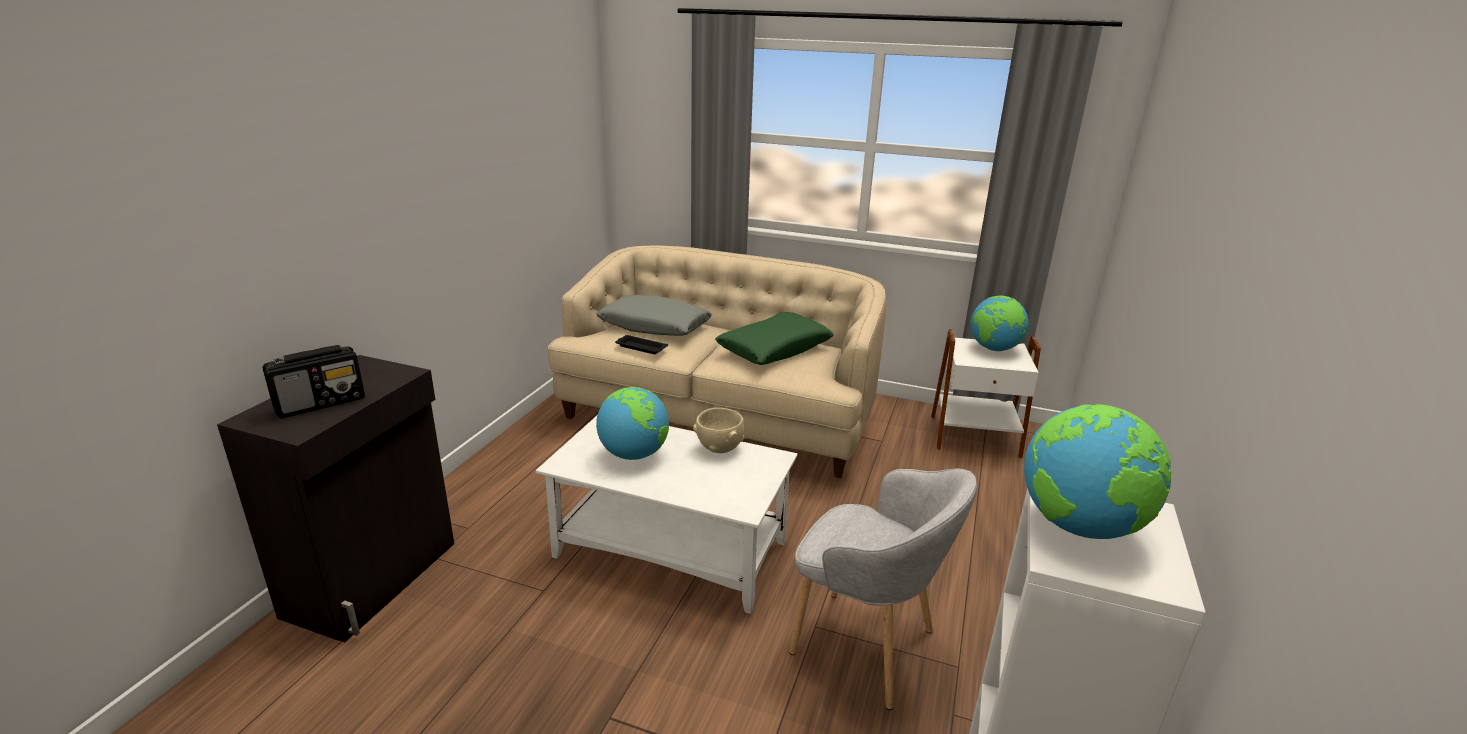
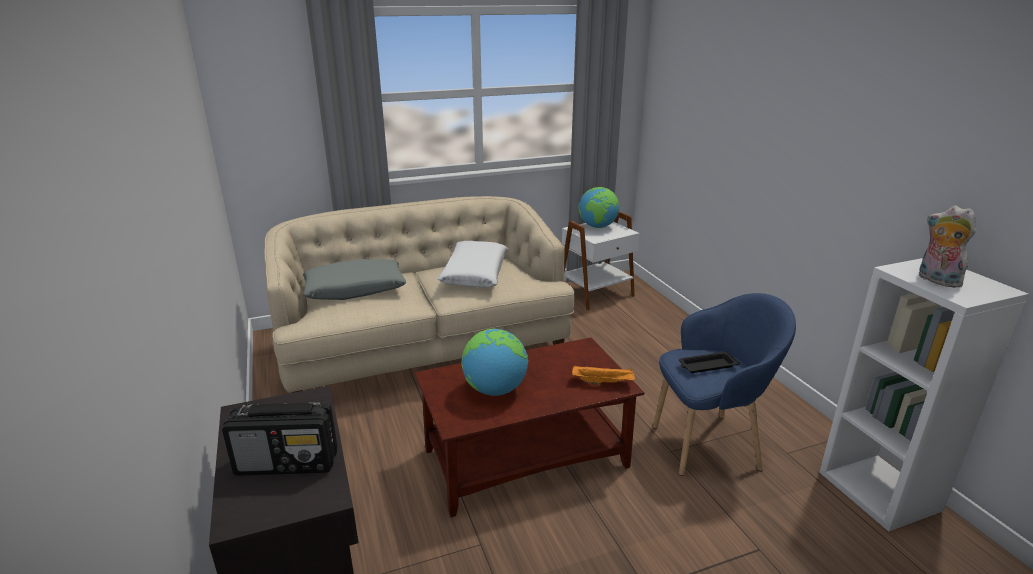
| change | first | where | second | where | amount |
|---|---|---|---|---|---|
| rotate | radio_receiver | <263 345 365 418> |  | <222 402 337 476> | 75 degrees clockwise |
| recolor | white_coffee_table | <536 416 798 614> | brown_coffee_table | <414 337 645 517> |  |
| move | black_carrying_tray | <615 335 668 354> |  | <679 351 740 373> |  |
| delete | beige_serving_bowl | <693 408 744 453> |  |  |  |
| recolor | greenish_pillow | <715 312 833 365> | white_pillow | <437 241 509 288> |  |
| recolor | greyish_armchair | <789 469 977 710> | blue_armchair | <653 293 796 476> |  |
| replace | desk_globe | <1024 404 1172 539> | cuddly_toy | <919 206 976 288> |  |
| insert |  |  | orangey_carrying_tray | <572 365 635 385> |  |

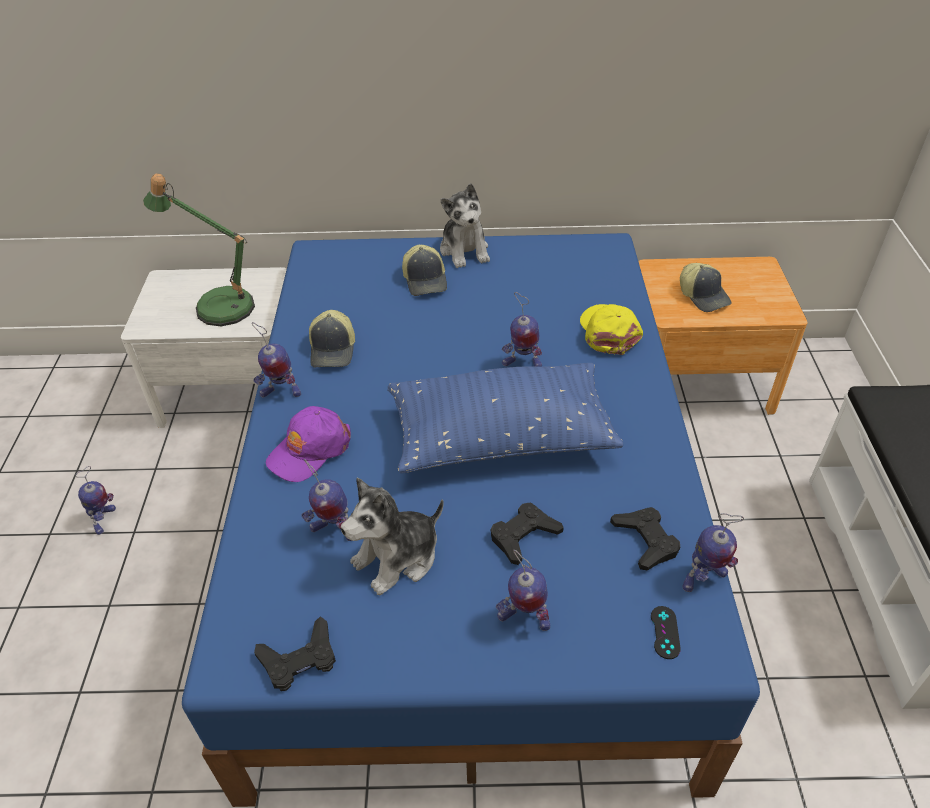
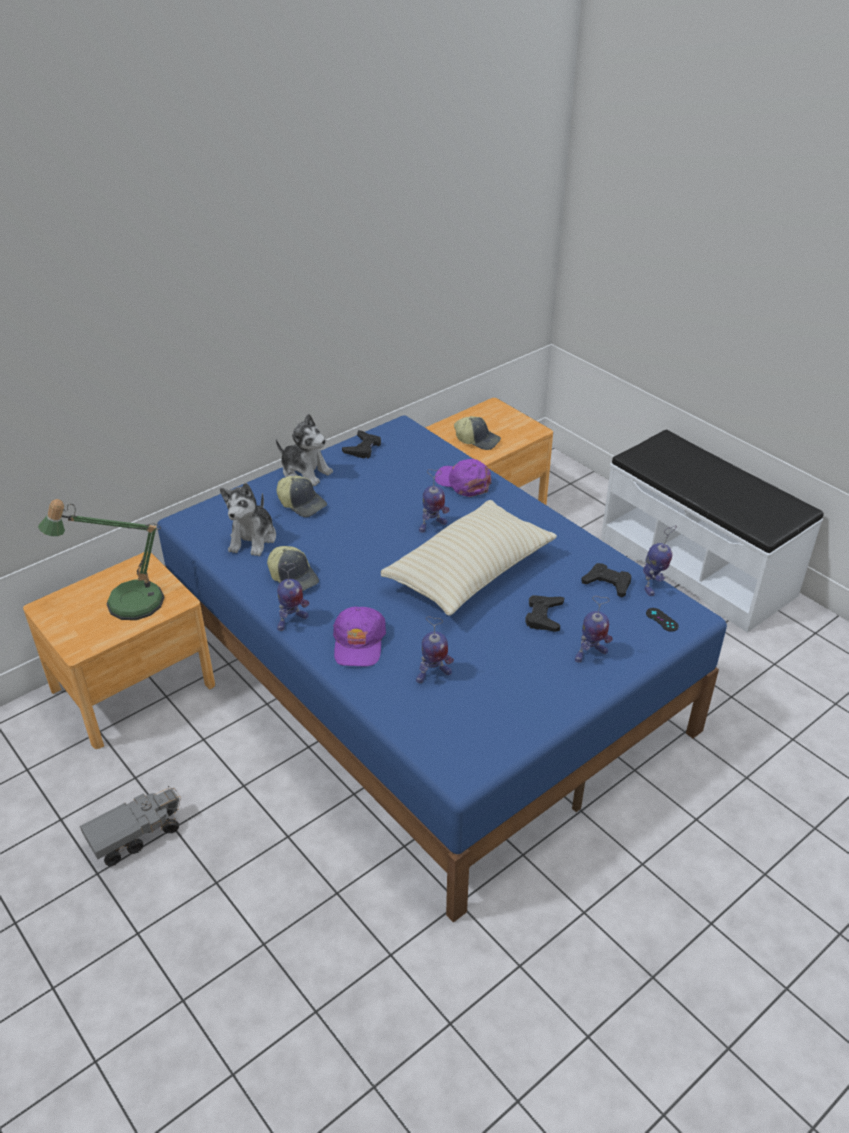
| change | first | where | second | where | amount |
|---|---|---|---|---|---|
| replace | toy_robot | <76 466 116 535> | toy_truck | <80 786 181 867> |  |
| recolor | white_nightstand | <121 267 287 428> | brown_nightstand | <23 551 215 749> |  |
| move | black_gamepad | <254 616 336 691> |  | <342 430 381 459> |  |
| move | cuddly_toy | <341 478 444 596> |  | <220 483 276 556> |  |
| recolor | blue_pillow | <387 363 623 473> | beige_pillow | <381 500 557 616> |  |
| recolor | yellow-coloured_peaked_cap | <580 304 643 355> | purplish_peaked_cap | <435 459 491 497> |  |

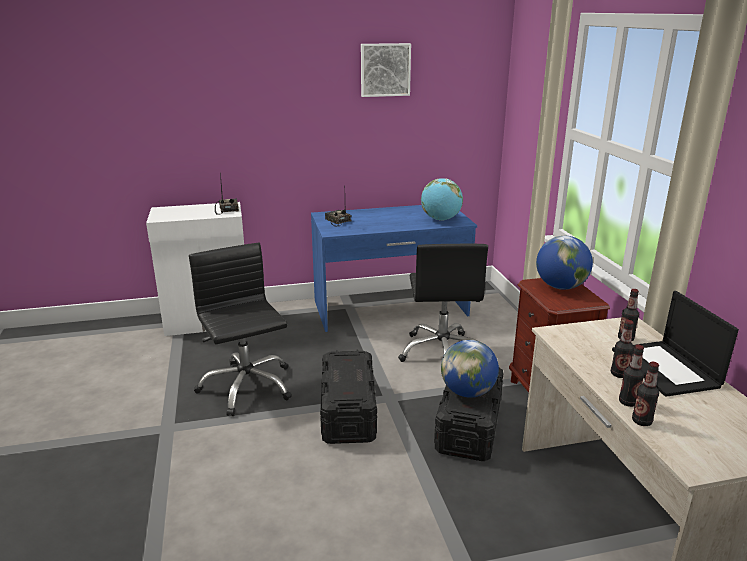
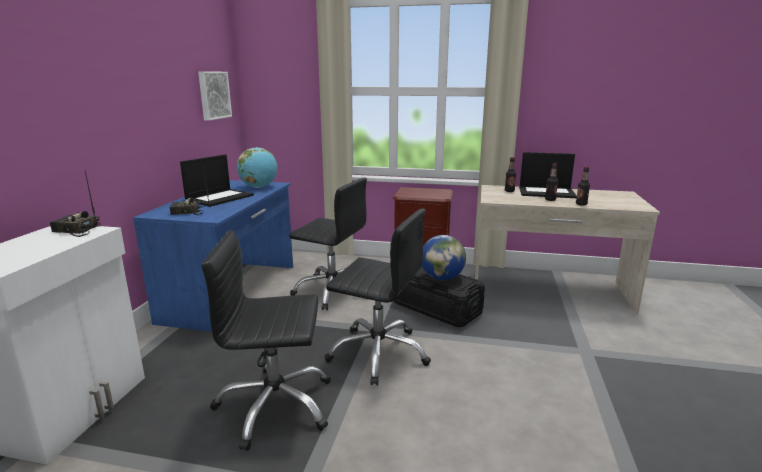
| change | first | where | second | where | amount |
|---|---|---|---|---|---|
| replace | black_storage_container | <320 350 377 444> | black_desk_chair | <324 209 431 386> |  |
| move | wall_picture | <361 43 411 97> |  | <198 71 232 121> |  |
| delete | desk_globe | <536 236 593 290> |  |  |  |
| delete | drink_bottle | <632 362 659 426> |  |  |  |
| insert |  |  | laptop | <180 155 254 207> |  |

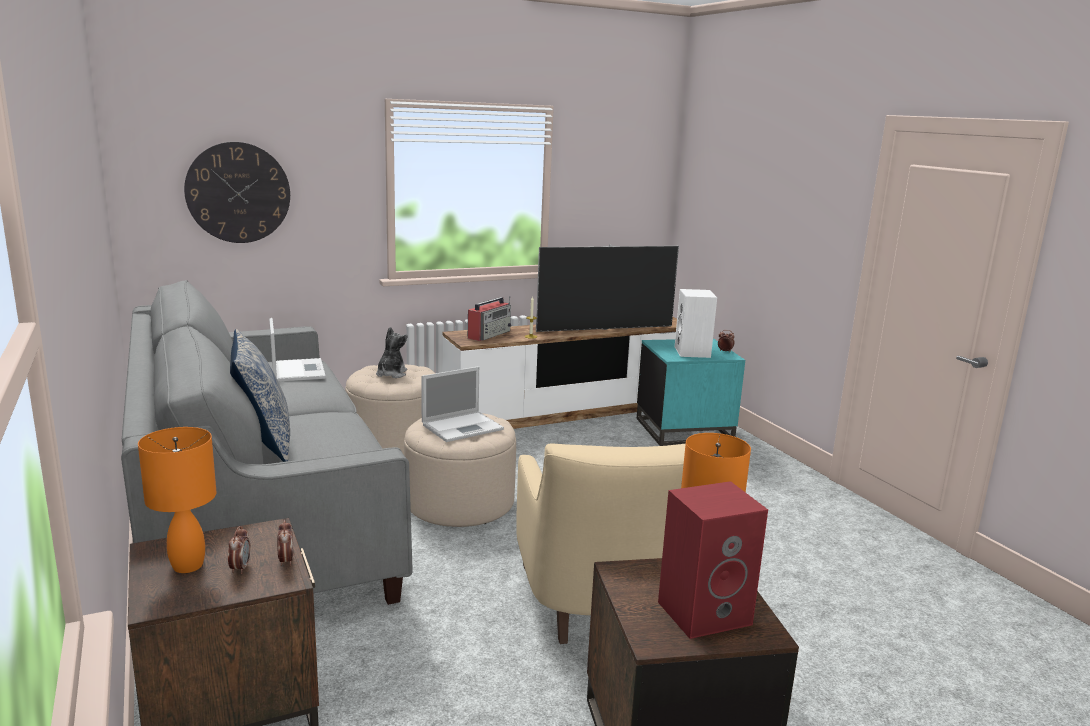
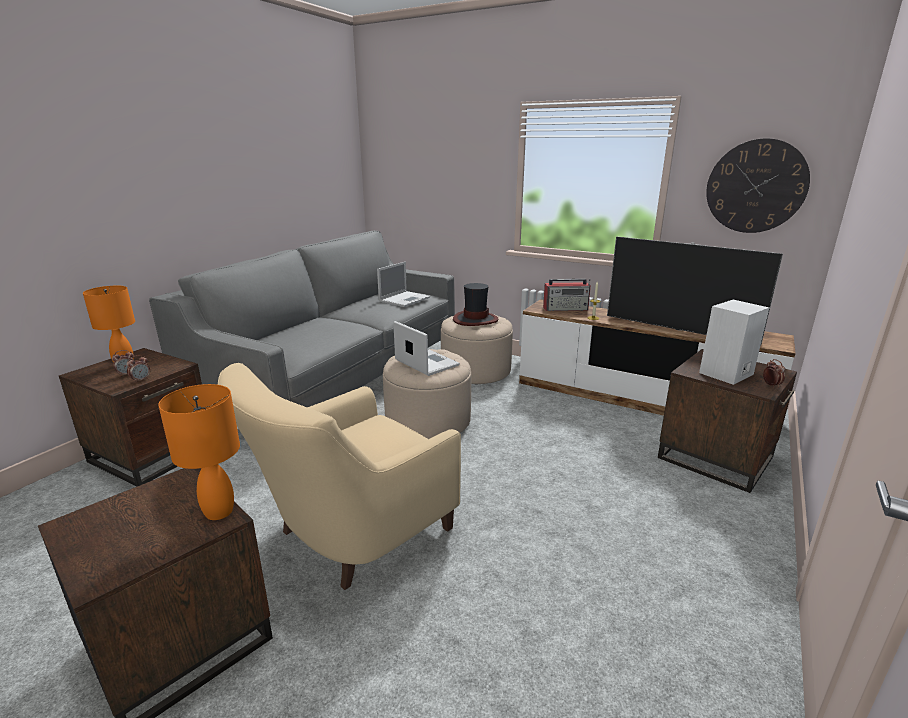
| change | first | where | second | where | amount |
|---|---|---|---|---|---|
| move | clock_on_the_wall | <184 142 290 243> |  | <706 138 810 233> |  |
| delete | pillow | <230 329 290 462> |  |  |  |
| replace | cuddly_toy | <376 327 408 378> | wearable_hat | <453 283 499 326> |  |
| rotate | laptop | <421 366 504 442> |  | <393 321 460 376> | 150 degrees counterclockwise |
| recolor | blue-green_accent_table | <637 339 745 446> | brown_accent_table | <658 349 797 493> |  |
| delete | red-coloured_speaker | <658 481 768 639> |  |  |  |

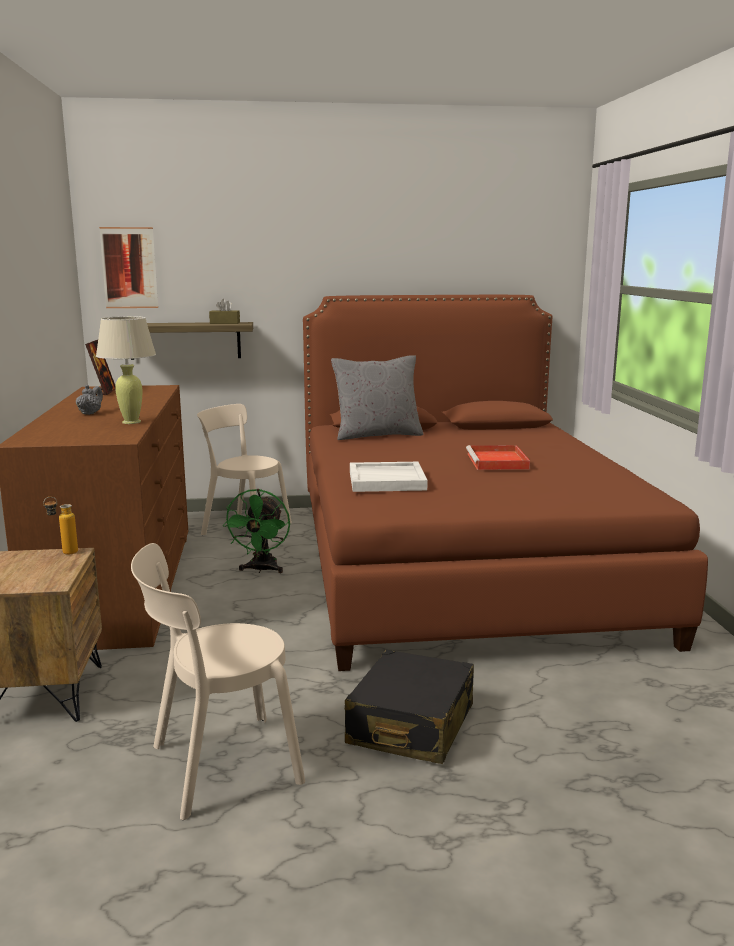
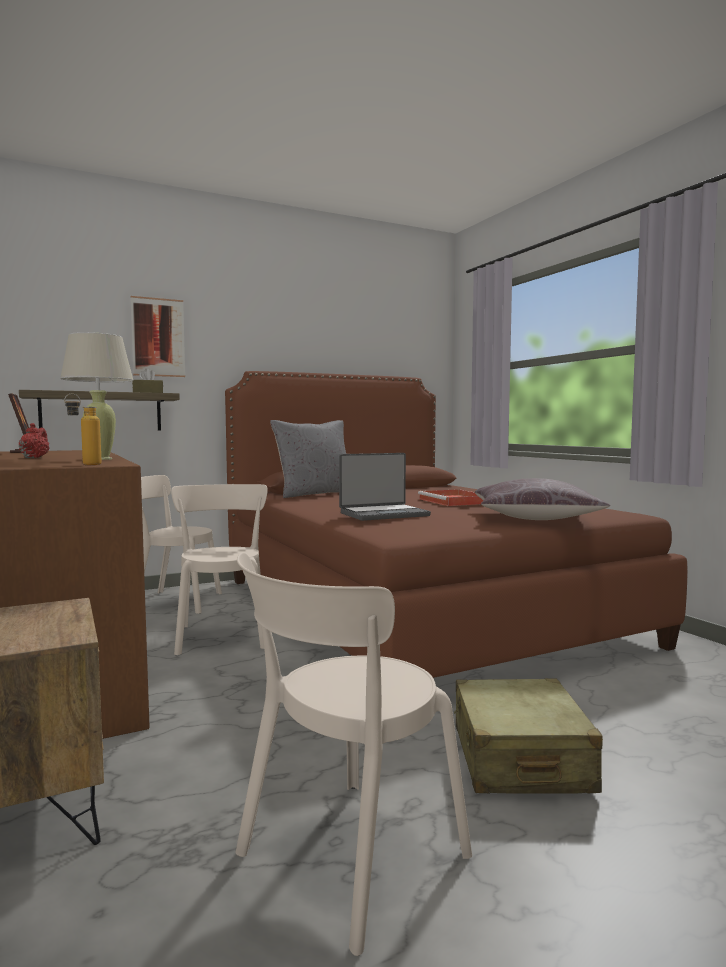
| change | first | where | second | where | amount |
|---|---|---|---|---|---|
| move | drink_bottle | <43 497 78 555> |  | <64 393 102 465> |  |
| recolor | greyish_teapot | <76 385 103 415> | red-coloured_teapot | <19 423 50 458> |  |
| move | wall_picture | <99 227 158 308> |  | <131 296 185 377> |  |
| replace | greenish_cooling_fan | <223 489 290 573> | beige_plain_chair | <171 484 268 655> |  |
| recolor | black_piece_of_luggage | <345 650 474 764> | beige_piece_of_luggage | <454 678 603 794> |  |
| replace | white_carrying_tray | <350 462 428 492> | laptop | <339 453 431 521> |  |
| insert |  |  | brown_pillow | <475 478 610 520> |  |

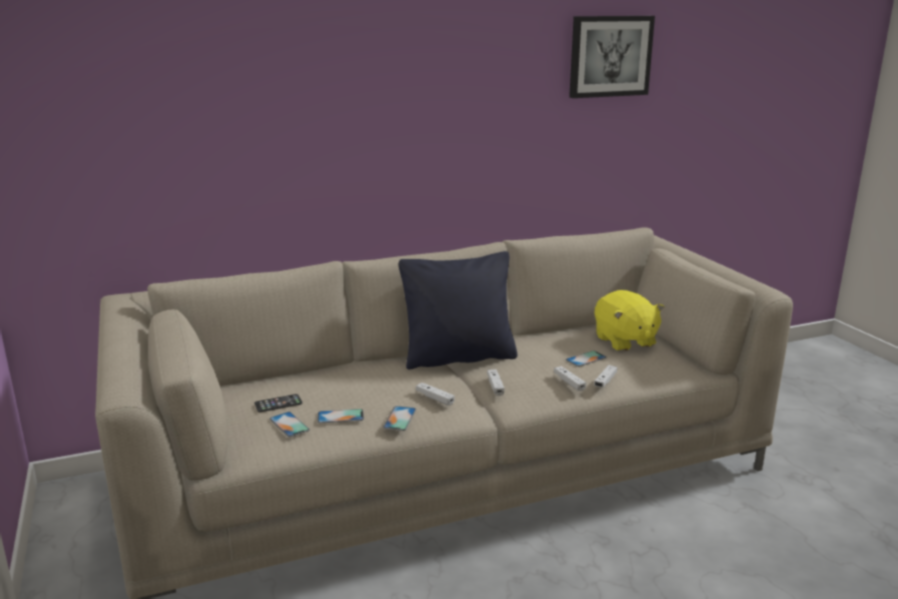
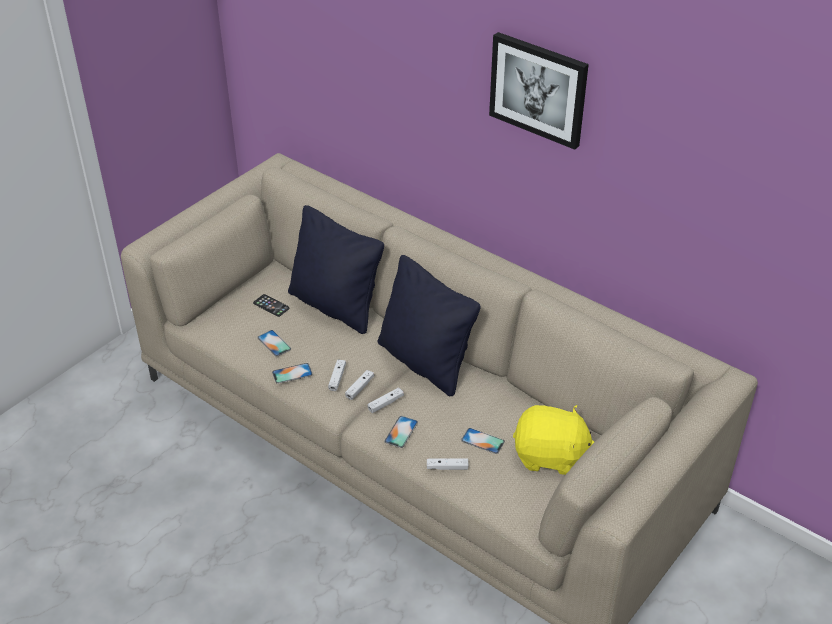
| change | first | where | second | where | amount |
|---|---|---|---|---|---|
| move | telephone | <269 412 310 437> |  | <384 416 418 448> |  |
| move | white_gamepad | <554 366 586 391> |  | <345 370 374 400> |  |
| move | wall_picture | <569 16 655 98> |  | <489 32 589 150> |  |
| rotate | yellow-coloured_cuddly_toy | <595 290 664 352> |  | <513 405 594 475> | 120 degrees counterclockwise |
| insert |  |  | black_pillow | <288 205 384 334> |  |

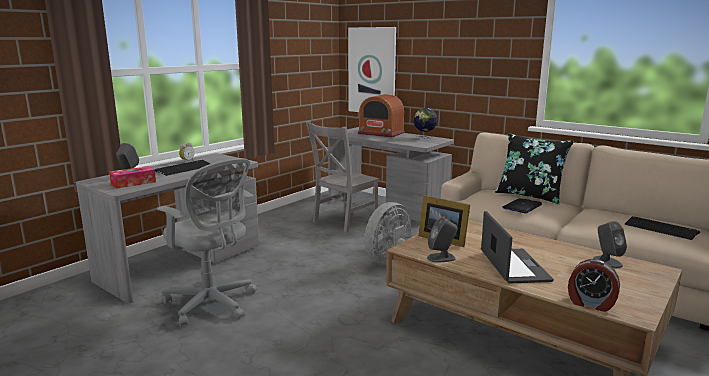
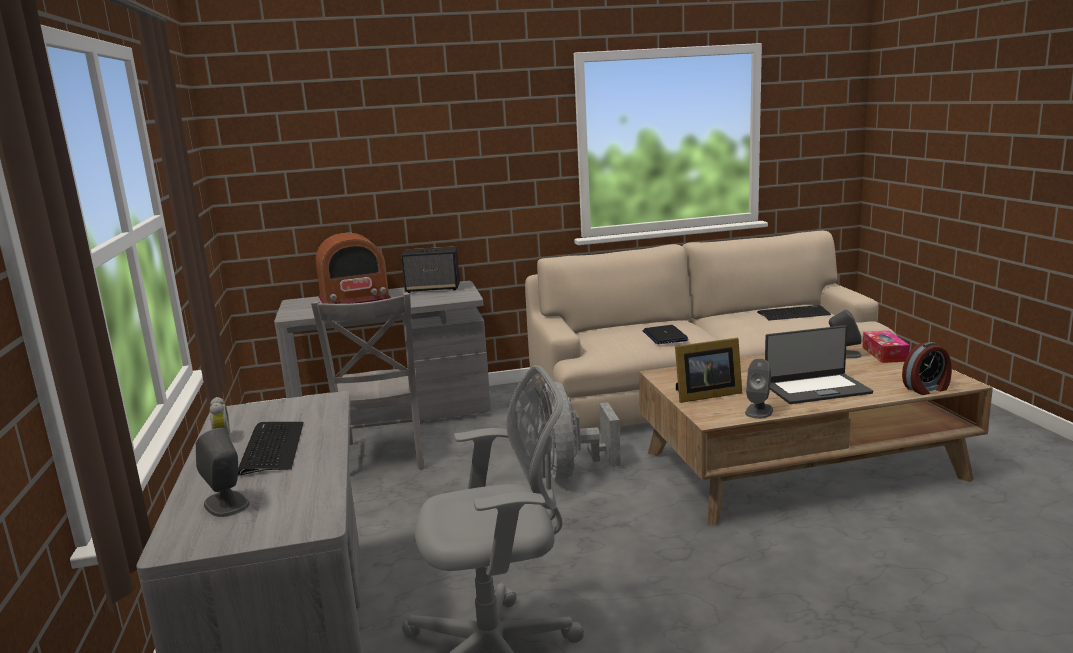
| change | first | where | second | where | amount |
|---|---|---|---|---|---|
| move | box_of_tissues | <109 166 156 189> |  | <862 331 910 363> |  |
| delete | wall_picture | <348 27 396 112> |  |  |  |
| replace | desk_globe | <413 108 438 139> | speaker | <401 246 460 293> |  |
| rotate | laptop | <481 211 554 284> |  | <765 325 873 404> | 135 degrees clockwise |
| delete | black_pillow | <495 133 574 205> |  |  |  |

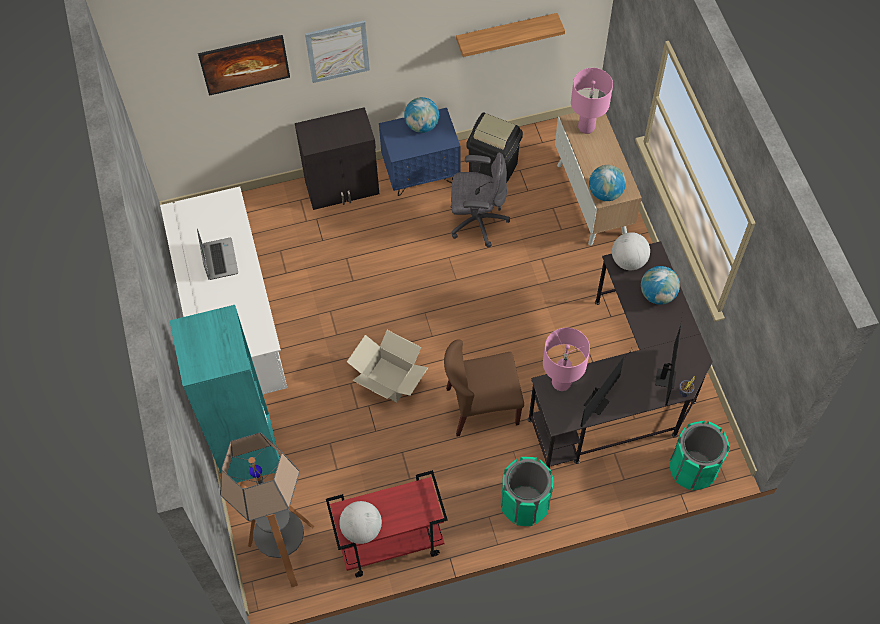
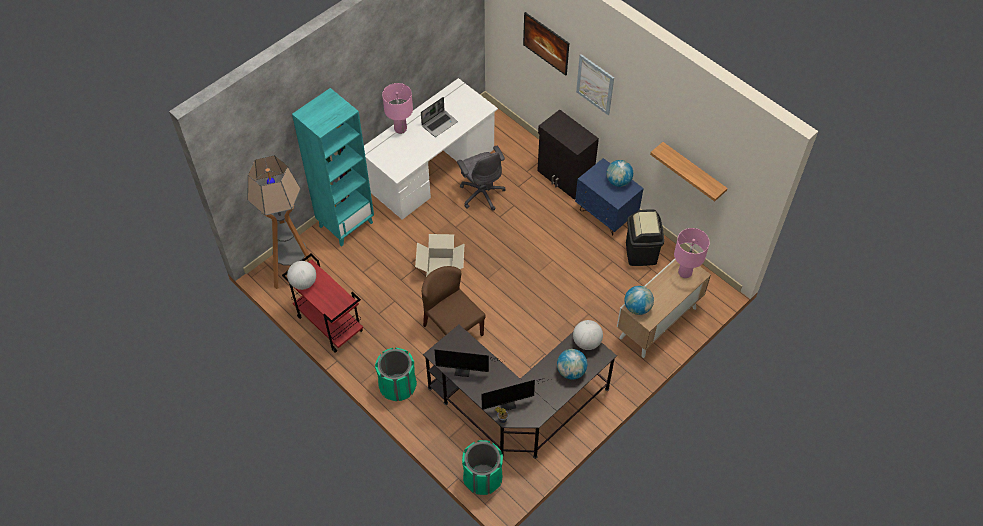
| change | first | where | second | where | amount |
|---|---|---|---|---|---|
| move | greyish_desk_chair | <451 152 510 248> |  | <457 146 505 211> |  |
| move | pink-coloured_lamp_for_a_table | <543 328 590 391> |  | <382 83 413 134> |  |

